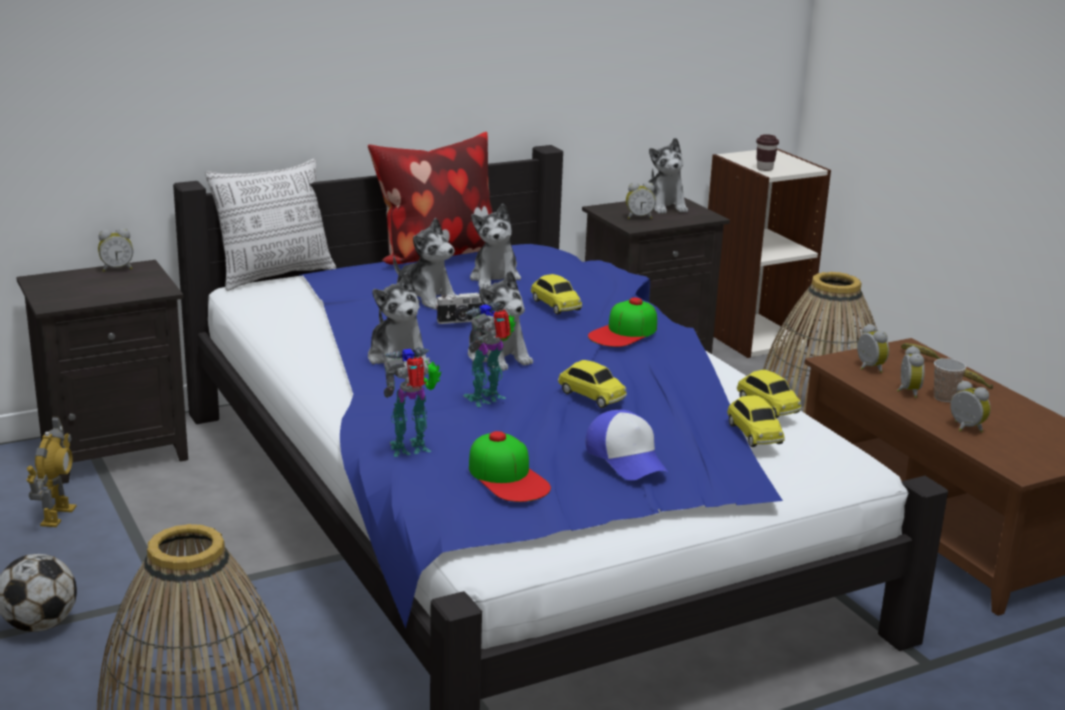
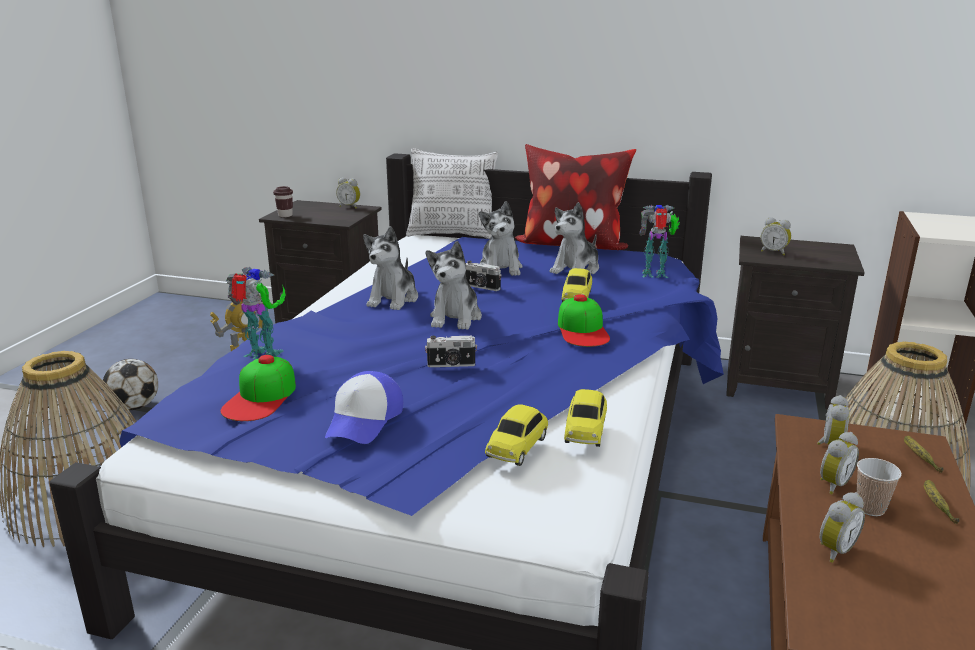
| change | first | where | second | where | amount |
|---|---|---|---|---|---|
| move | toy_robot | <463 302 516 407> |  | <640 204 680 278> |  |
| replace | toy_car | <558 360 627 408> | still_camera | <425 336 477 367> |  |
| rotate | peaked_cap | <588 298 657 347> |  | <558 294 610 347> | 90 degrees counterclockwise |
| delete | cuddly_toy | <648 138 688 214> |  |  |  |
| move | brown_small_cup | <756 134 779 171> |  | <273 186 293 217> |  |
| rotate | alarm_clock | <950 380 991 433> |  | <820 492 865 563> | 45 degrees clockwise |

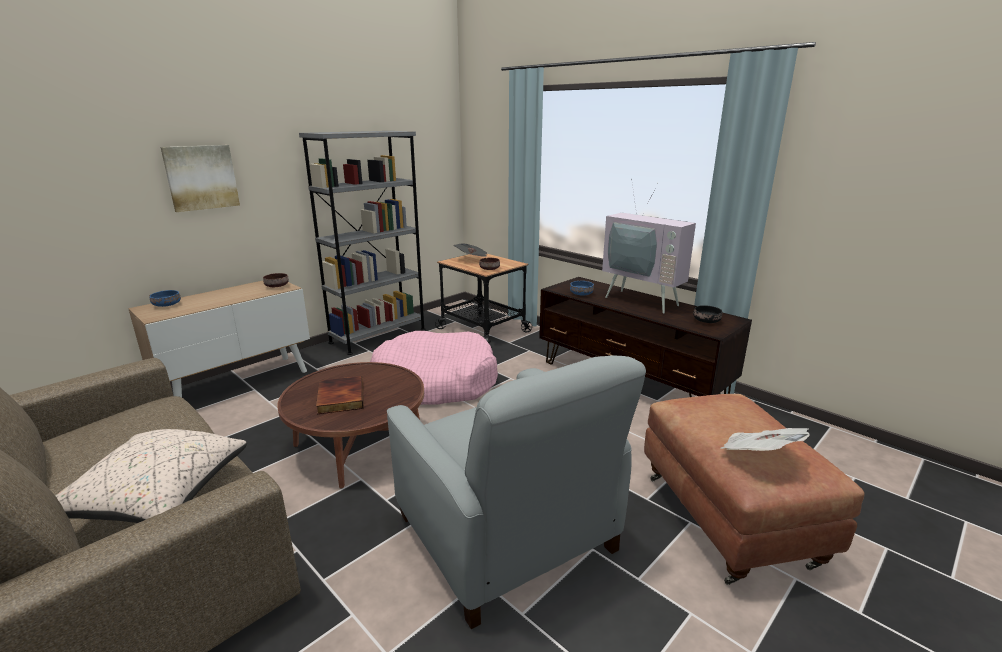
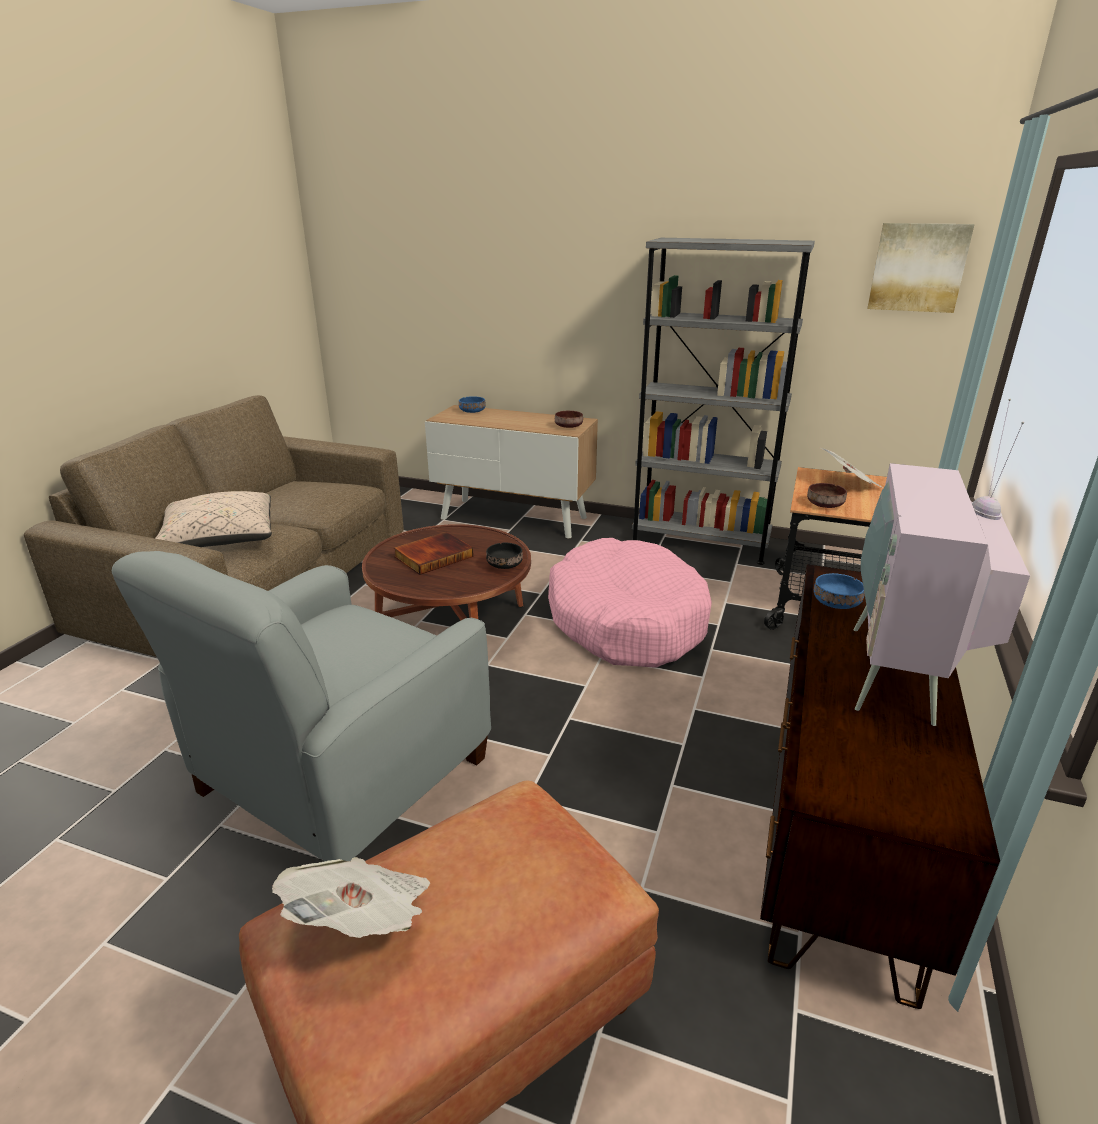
| change | first | where | second | where | amount |
|---|---|---|---|---|---|
| move | wall_picture | <160 145 240 212> |  | <867 223 975 313> |  |
| move | black_serving_bowl | <693 305 722 323> |  | <486 543 523 569> |  |

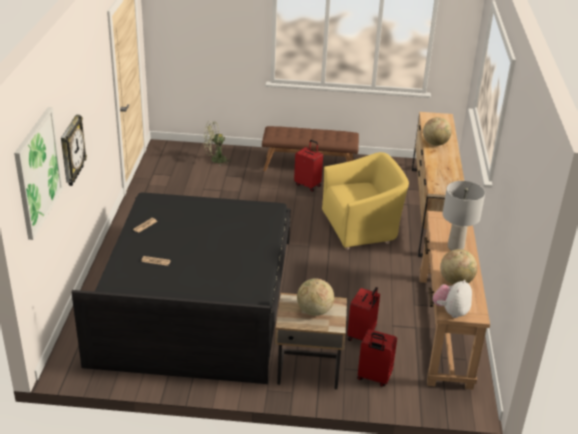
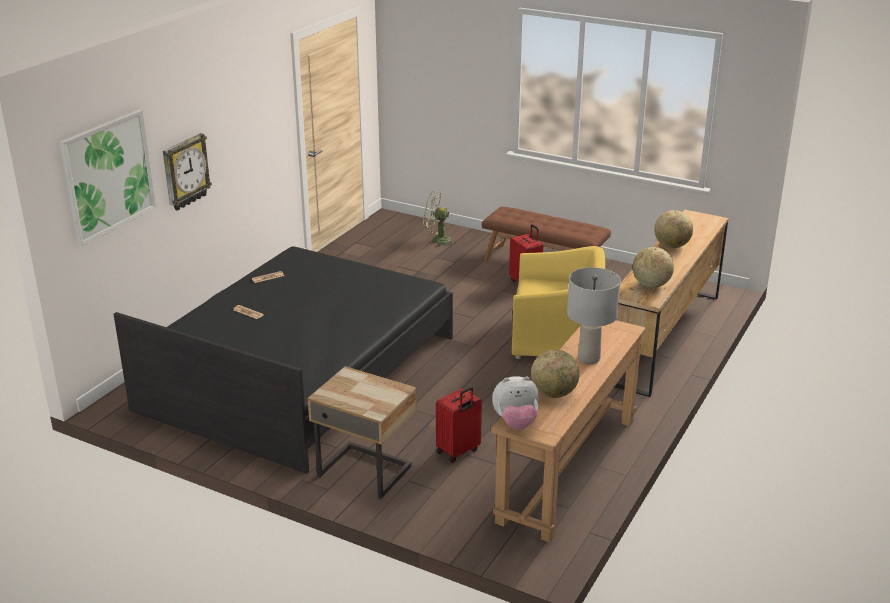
| change | first | where | second | where | amount |
|---|---|---|---|---|---|
| move | desk_globe | <297 278 334 316> |  | <633 247 674 288> |  |
| delete | red-coloured_piece_of_luggage | <357 329 397 386> |  |  |  |
| rotate | cuddly_toy | <433 280 472 318> |  | <492 376 539 429> | 150 degrees counterclockwise |

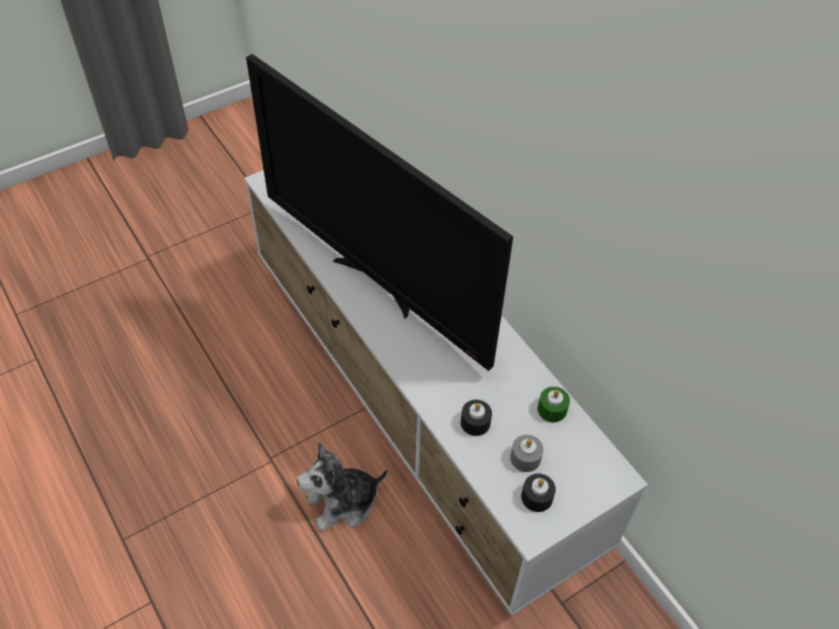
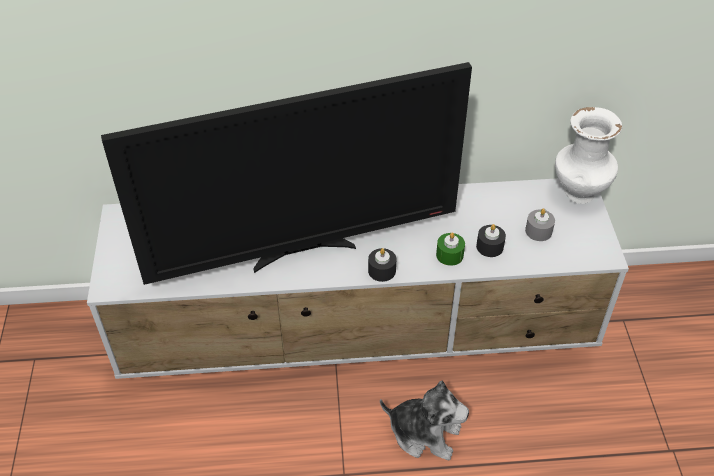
| change | first | where | second | where | amount |
|---|---|---|---|---|---|
| rotate | cuddly_toy | <297 442 388 531> |  | <380 381 469 460> | 75 degrees counterclockwise |
| move | black_wax_light | <521 474 556 512> |  | <368 248 396 282> |  |
| move | greenish_wax_light | <537 387 570 422> |  | <436 232 465 266> |  |
| insert |  |  | white_vase | <555 107 622 204> |  |

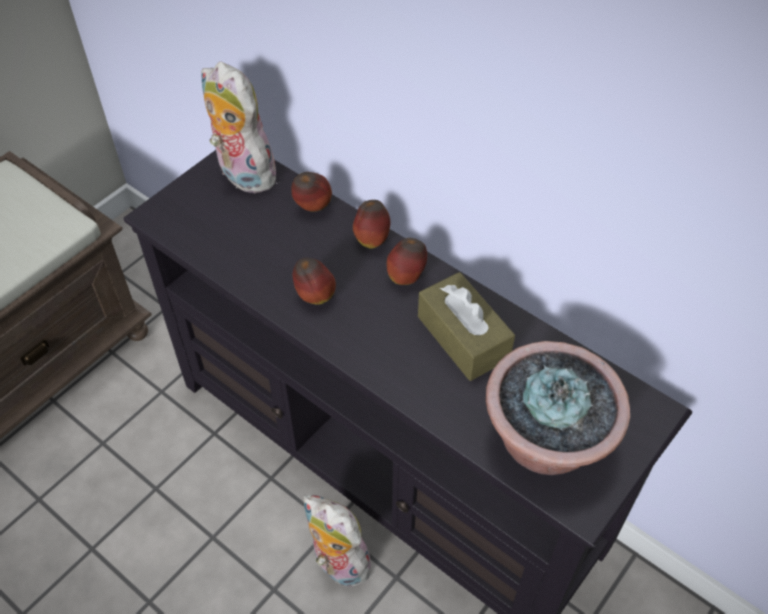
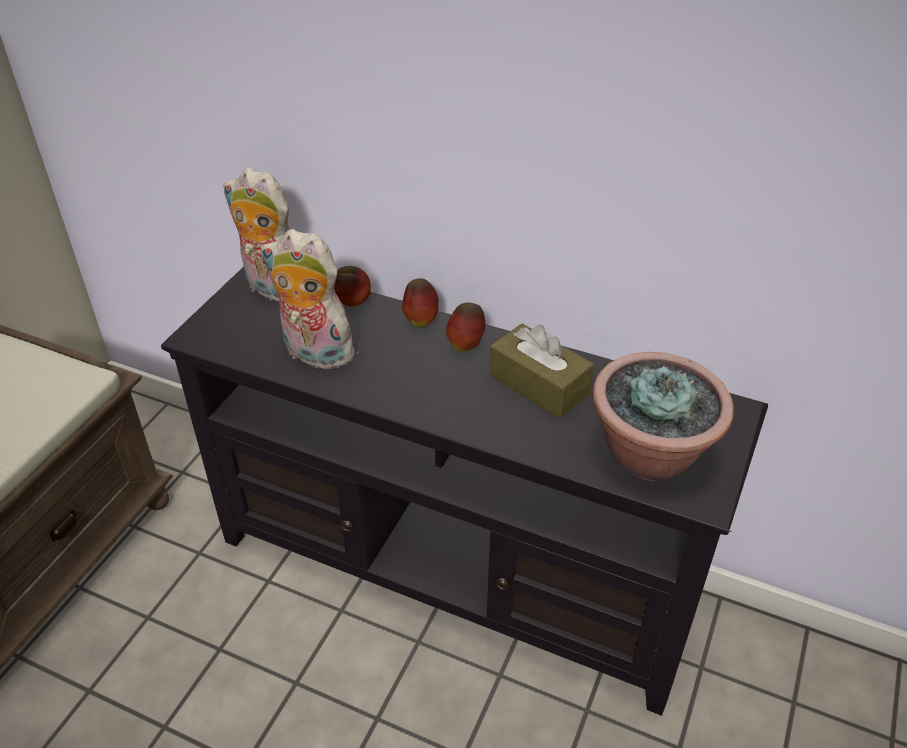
| change | first | where | second | where | amount |
|---|---|---|---|---|---|
| delete | whole_apple | <293 258 336 304> |  |  |  |
| move | cuddly_toy | <303 495 373 587> |  | <260 229 363 369> |  |

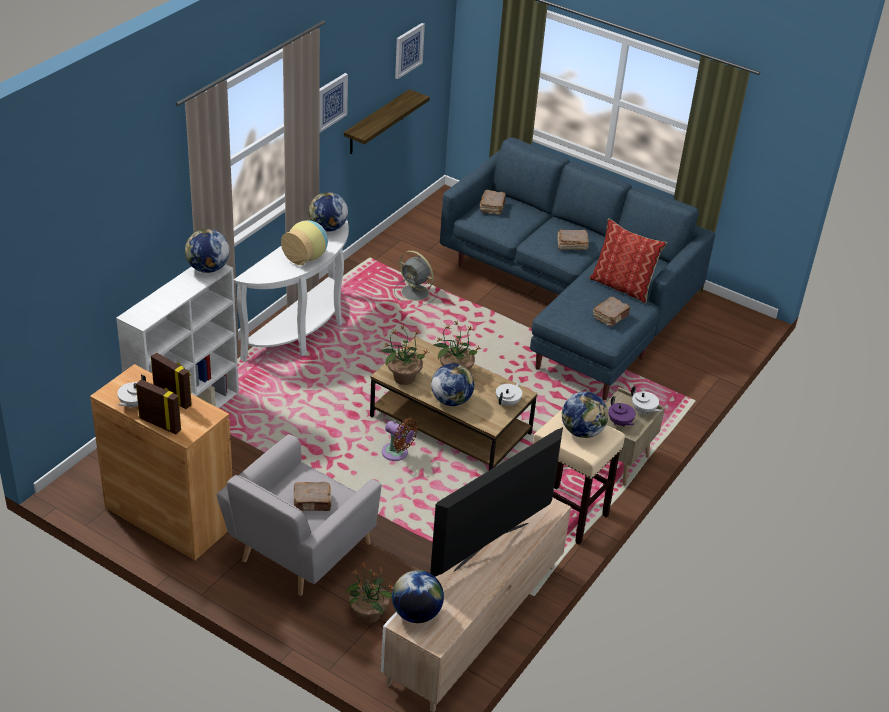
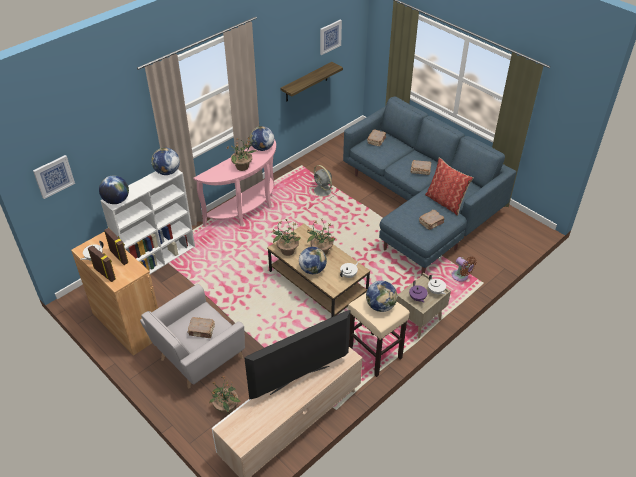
| change | first | where | second | where | amount |
|---|---|---|---|---|---|
| recolor | white_console_table | <234 220 349 362> | pink-coloured_console_table | <193 139 276 227> |  |
| replace | vase | <281 220 328 265> | houseplant | <226 137 256 171> |  |
| move | wall_picture | <319 73 348 133> |  | <33 155 75 199> |  |
| move | brown_cooling_fan | <382 418 418 461> |  | <452 256 477 282> |  |
| move | desk_globe | <392 570 444 623> |  | <99 175 129 204> |  |

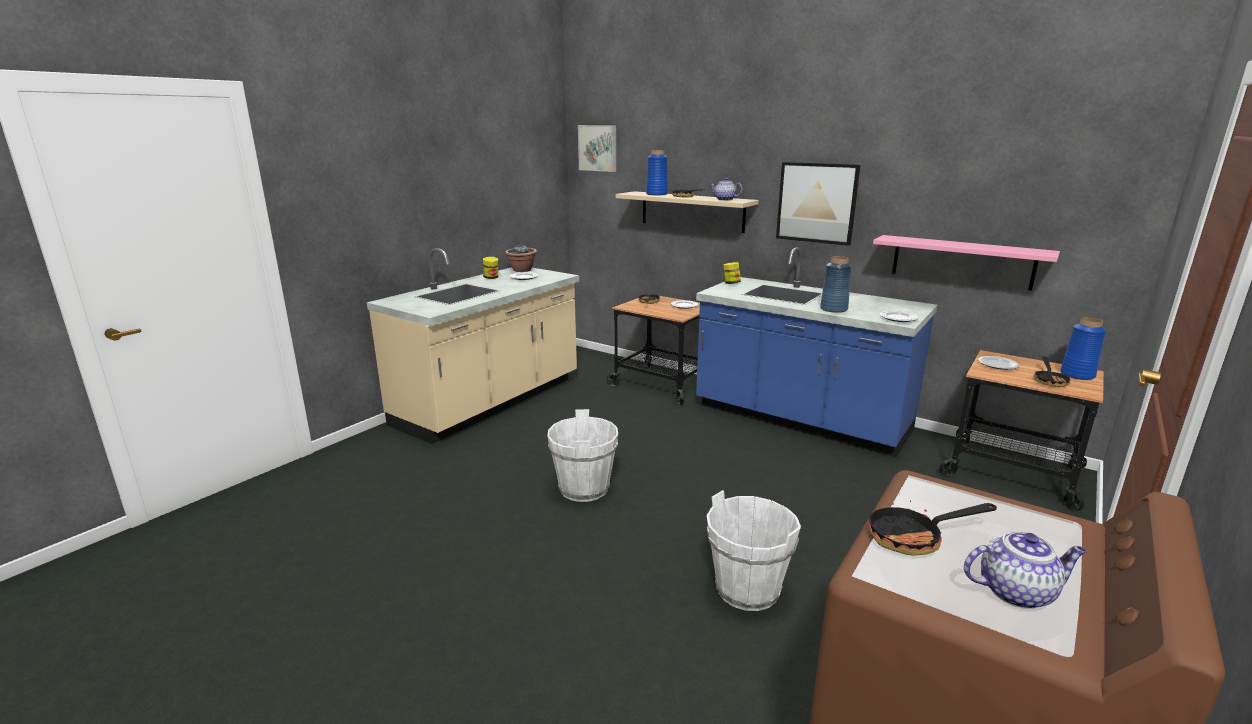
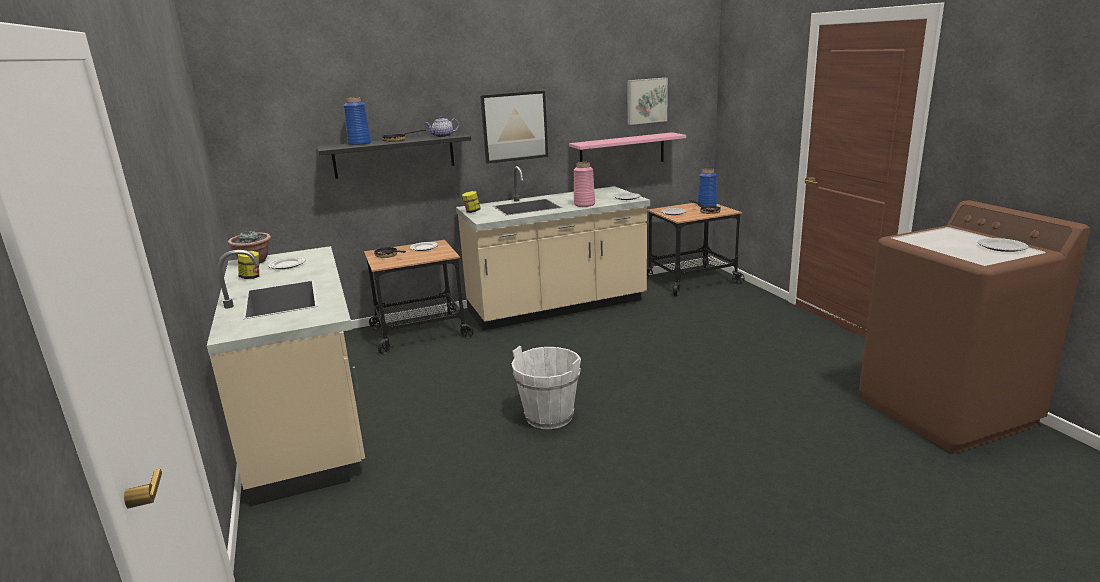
| change | first | where | second | where | amount |
|---|---|---|---|---|---|
| move | wall_picture | <578 125 616 172> |  | <627 78 668 125> |  |
| recolor | beige_bracket_shelf | <616 191 758 233> | black_bracket_shelf | <317 133 471 179> |  |
| recolor | blue_counter | <696 247 937 457> | beige_counter | <456 166 650 330> |  |
| delete | white_water_bucket | <707 490 801 611> |  |  |  |
| recolor | blue_vase | <820 256 852 313> | pink-coloured_vase | <574 162 595 207> |  |
| delete | pan | <868 501 997 555> |  |  |  |
| replace | teapot | <964 531 1087 609> | dinner_plate | <978 238 1028 252> |  |

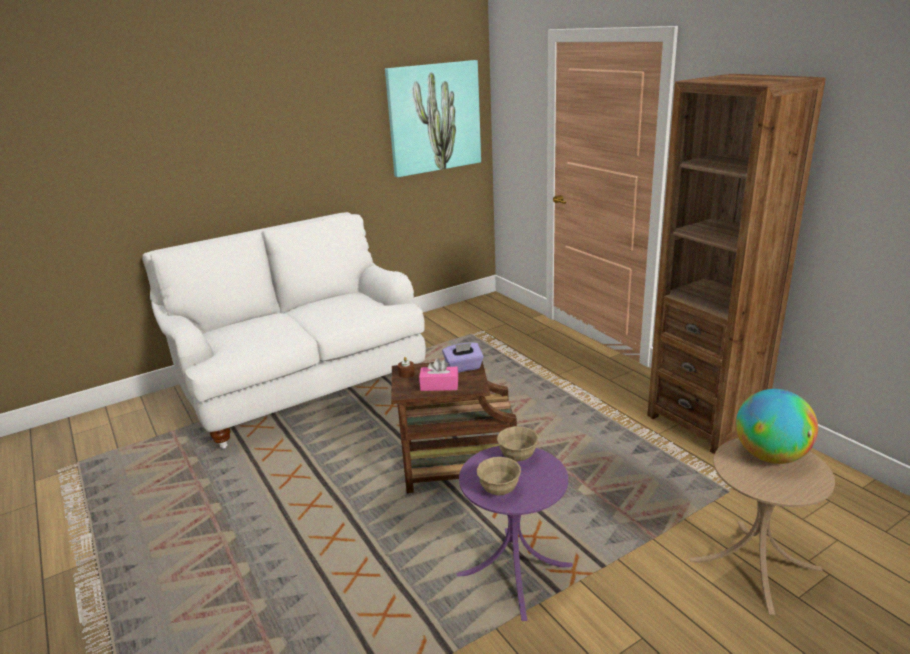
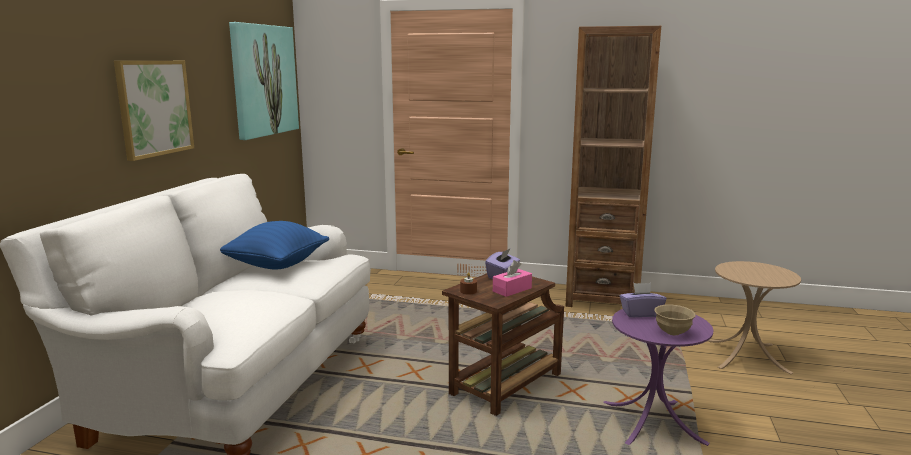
| change | first | where | second | where | amount |
|---|---|---|---|---|---|
| replace | beige_serving_bowl | <497 426 538 461> | purplish_box_of_tissues | <620 283 666 317> |  |
| delete | desk_globe | <736 389 818 464> |  |  |  |
| insert |  |  | wall_picture | <114 61 194 161> |  |
| insert |  |  | blue_pillow | <220 221 329 269> |  |

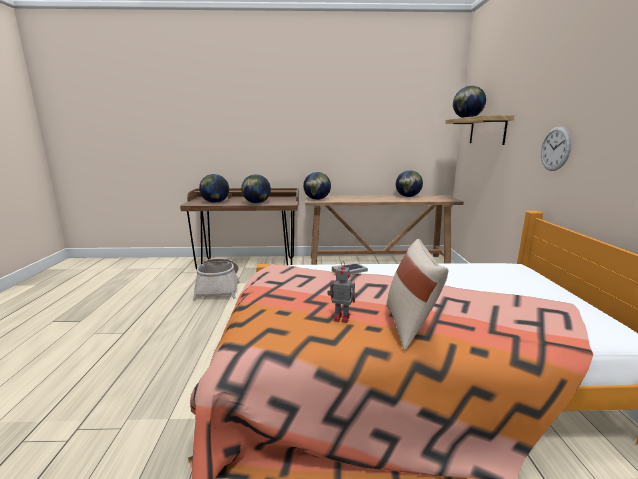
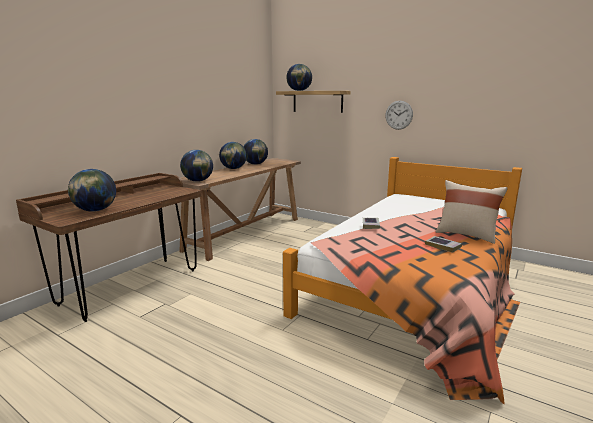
| change | first | where | second | where | amount |
|---|---|---|---|---|---|
| delete | basket | <193 258 240 301> |  |  |  |
| move | desk_globe | <241 174 271 203> |  | <219 142 247 169> |  |
| replace | toy_robot | <328 261 355 323> | book | <425 236 462 253> |  |

